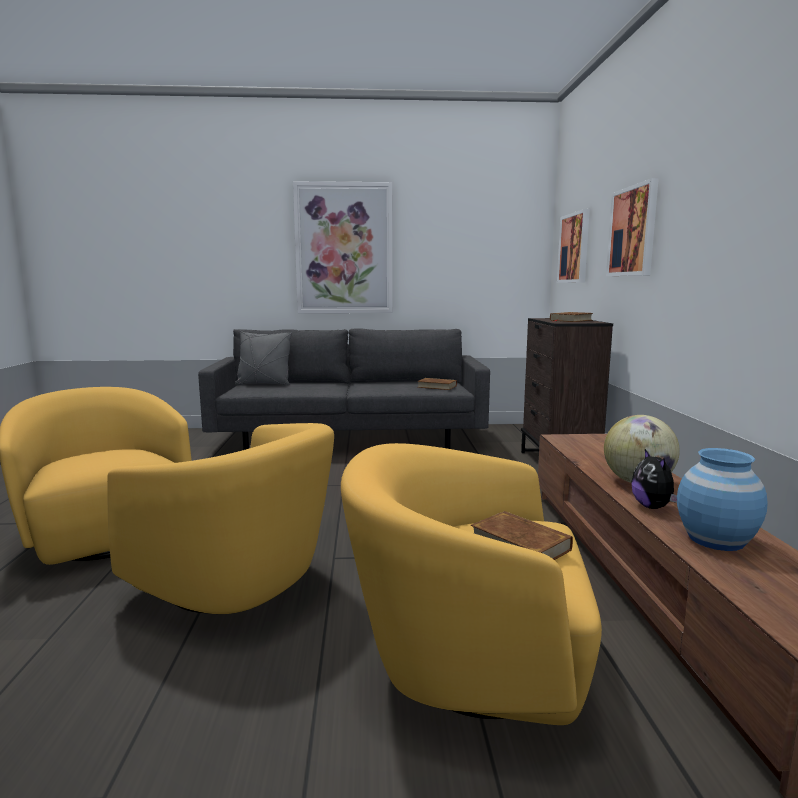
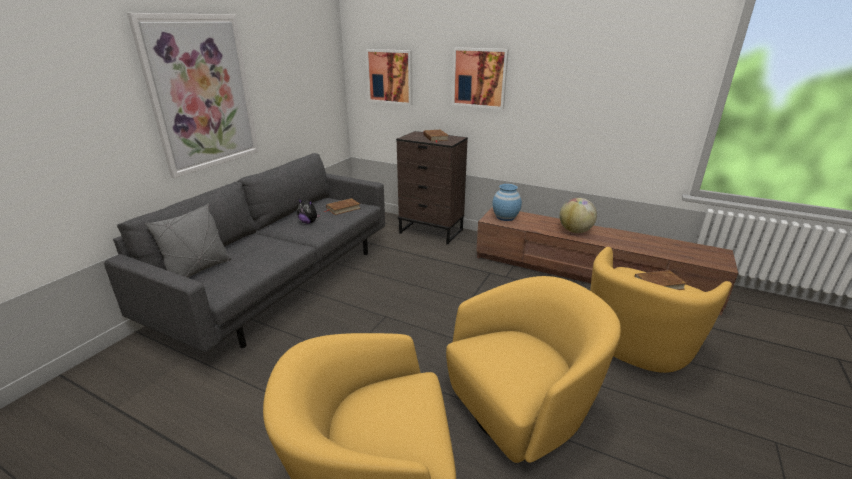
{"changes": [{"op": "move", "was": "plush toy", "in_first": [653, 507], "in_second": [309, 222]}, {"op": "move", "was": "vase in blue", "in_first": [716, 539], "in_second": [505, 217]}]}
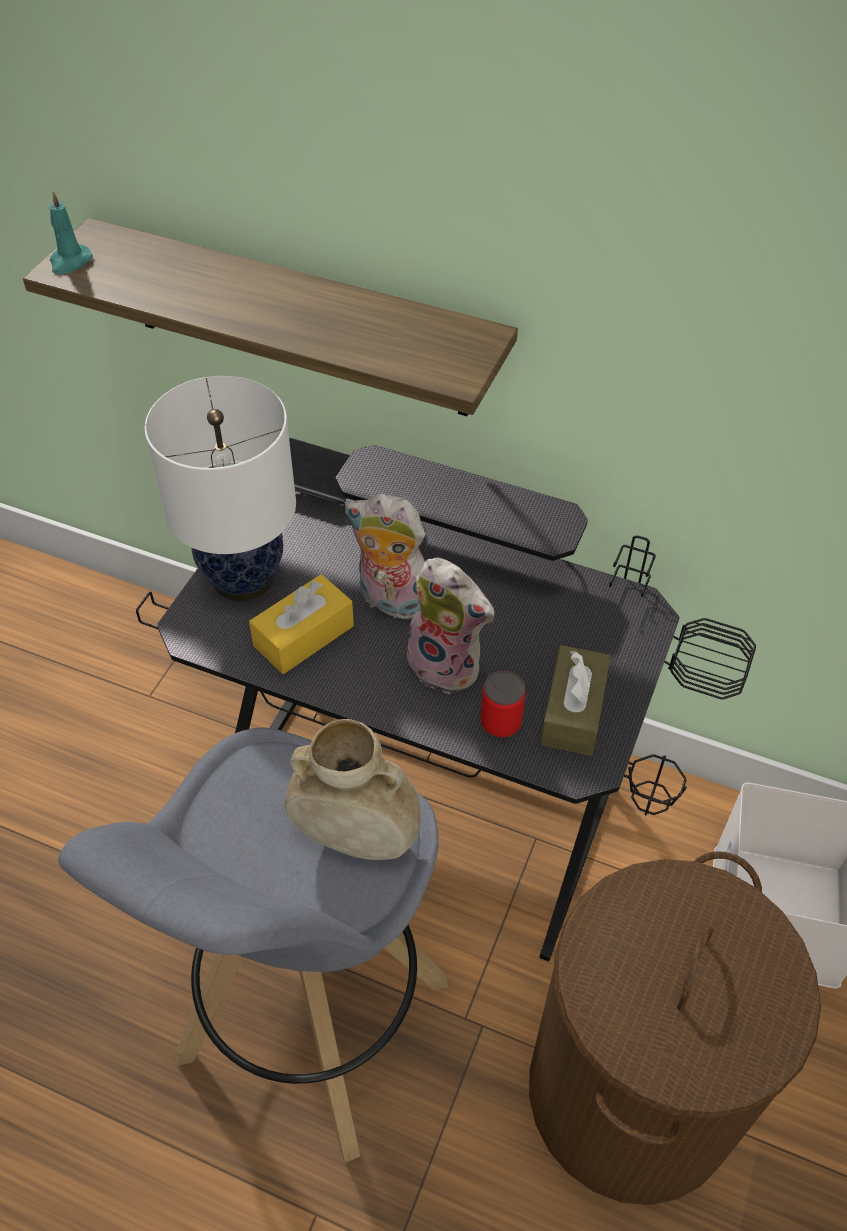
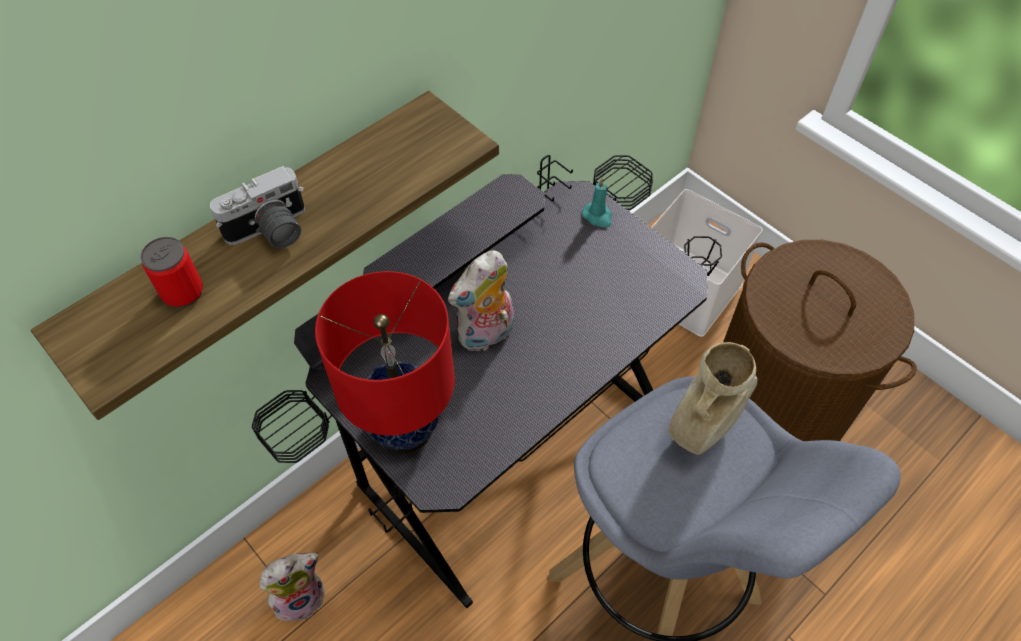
{"changes": [{"op": "move", "was": "candle in turquoise", "in_first": [70, 262], "in_second": [598, 216]}, {"op": "recolor", "was": "table lamp in white", "now": "table lamp in red", "in_first": [243, 576], "in_second": [404, 427]}, {"op": "delete", "was": "tissue box in yellow", "in_first": [304, 636]}, {"op": "move", "was": "plush toy", "in_first": [448, 664], "in_second": [300, 596]}, {"op": "move", "was": "can", "in_first": [500, 722], "in_second": [183, 292]}, {"op": "delete", "was": "tissue box in brown", "in_first": [573, 711]}, {"op": "insert", "now": "photo camera", "in_second": [271, 232]}]}
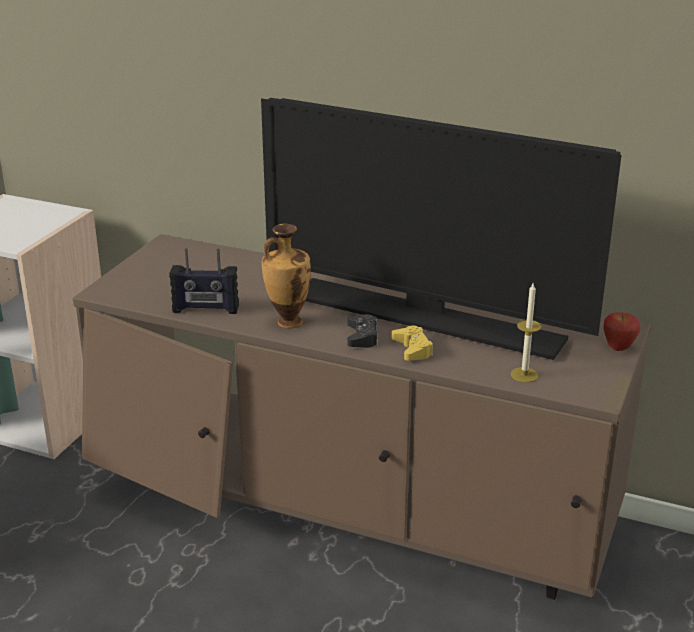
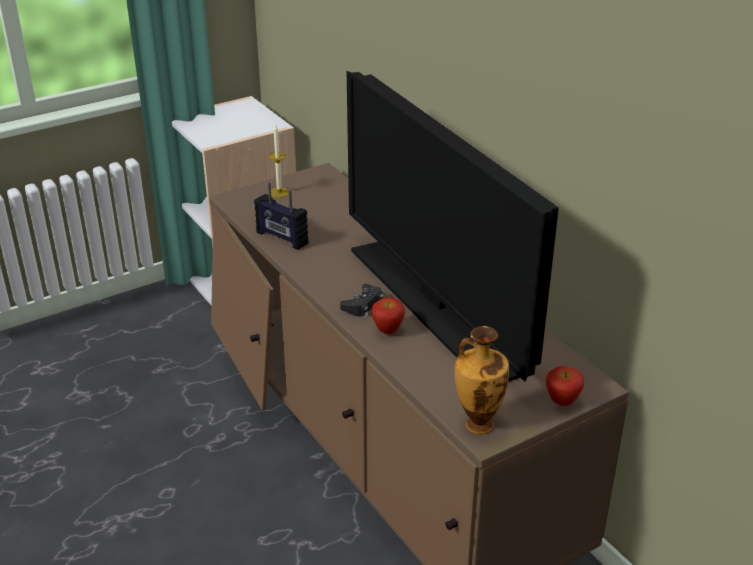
{"changes": [{"op": "move", "was": "vase", "in_first": [287, 322], "in_second": [477, 424]}, {"op": "replace", "was": "game controller in yellow", "now": "apple", "in_first": [412, 349], "in_second": [388, 331]}, {"op": "move", "was": "candle", "in_first": [524, 375], "in_second": [279, 192]}]}
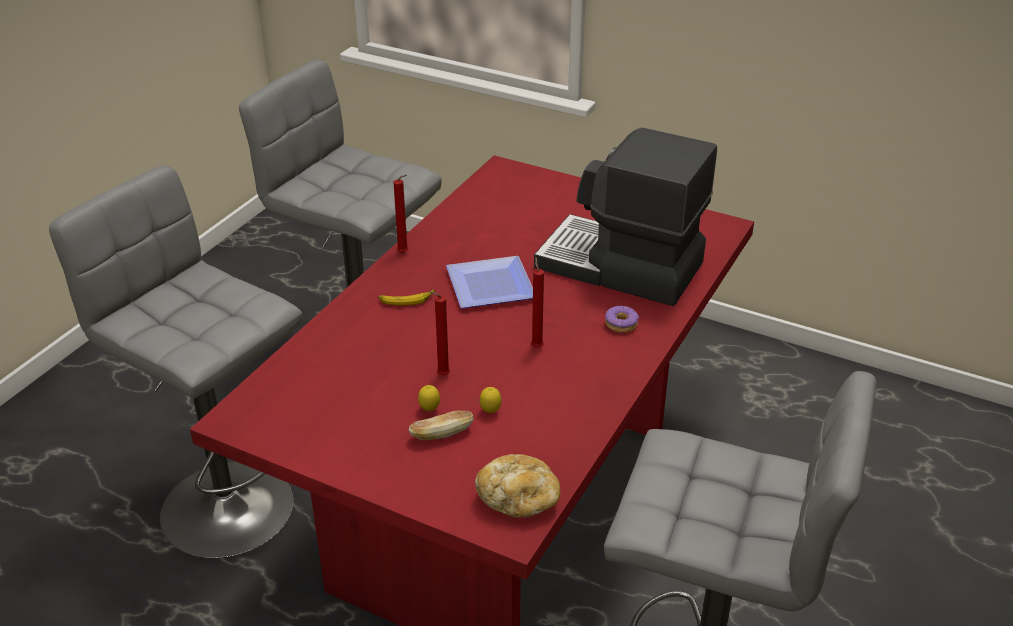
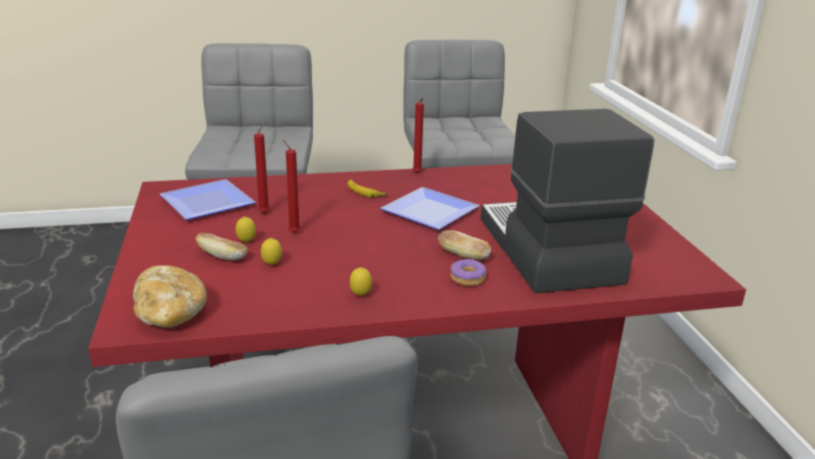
{"changes": [{"op": "move", "was": "candle in red", "in_first": [536, 346], "in_second": [265, 213]}, {"op": "insert", "now": "plate", "in_second": [206, 204]}, {"op": "insert", "now": "lemon", "in_second": [360, 295]}, {"op": "insert", "now": "bread", "in_second": [463, 255]}]}
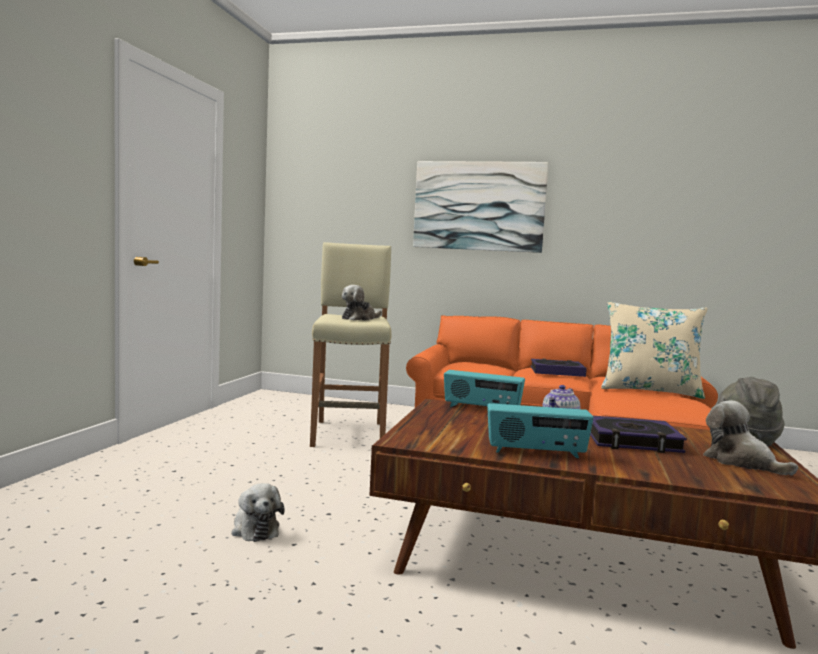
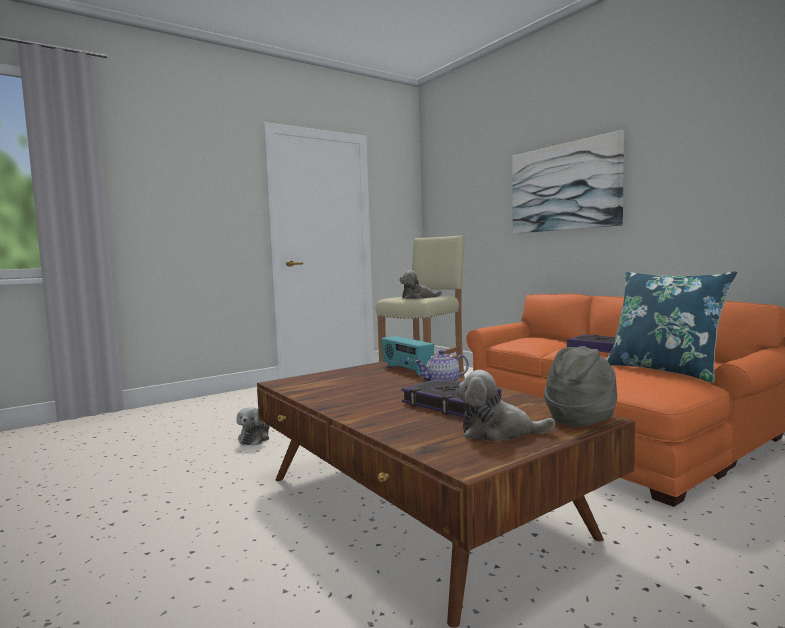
{"changes": [{"op": "delete", "was": "radio", "in_first": [536, 453]}, {"op": "recolor", "was": "pillow in beige", "now": "pillow in blue", "in_first": [650, 390], "in_second": [664, 370]}, {"op": "rotate", "was": "plush toy", "in_first": [741, 462], "in_second": [498, 432], "clockwise": -90}]}
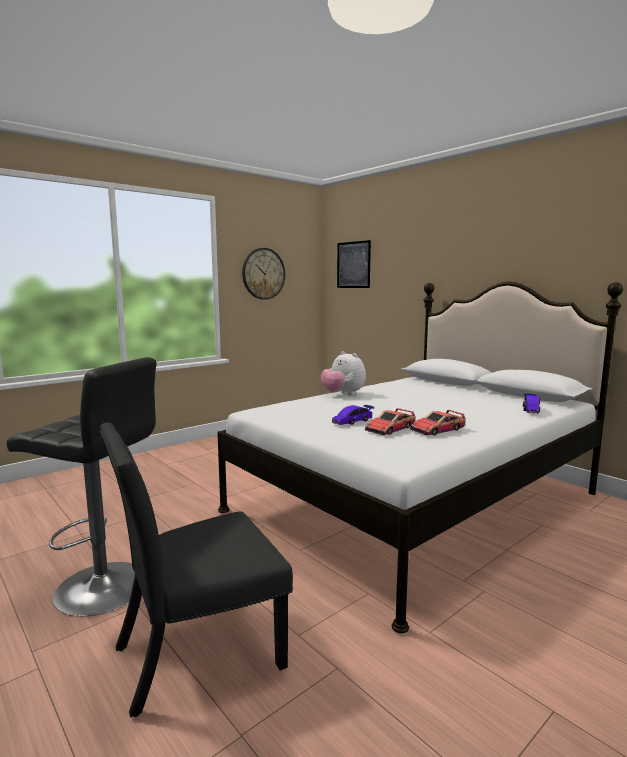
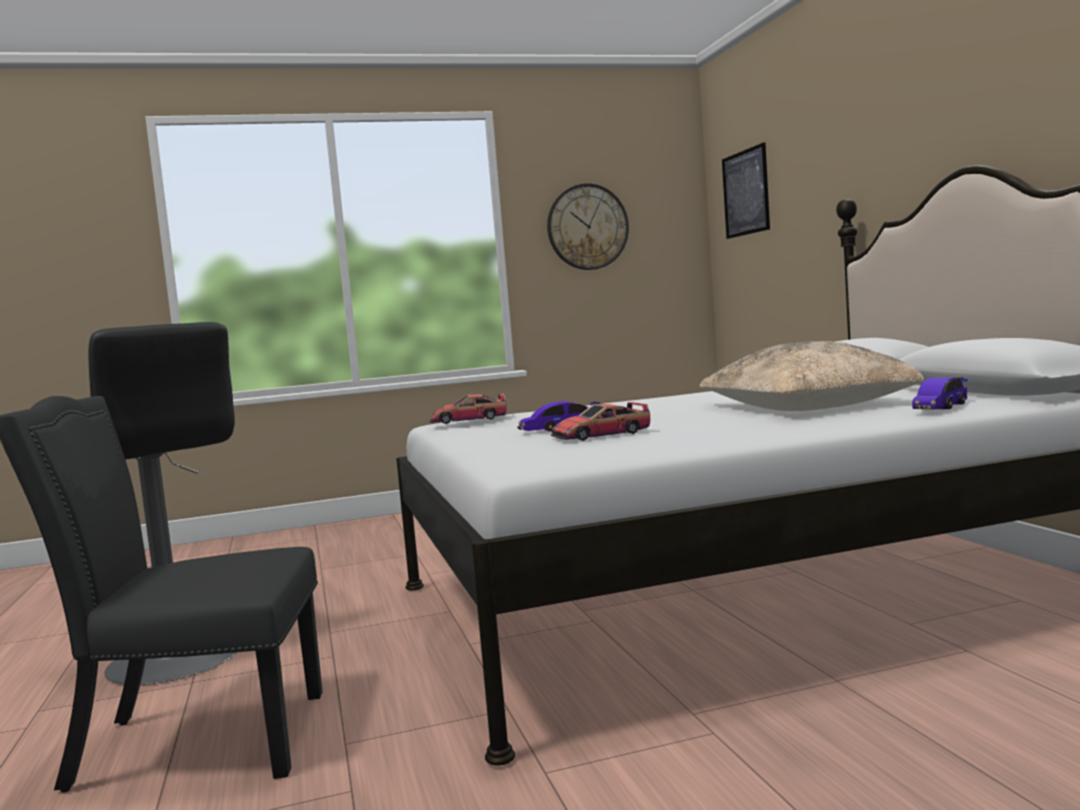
{"changes": [{"op": "delete", "was": "plush toy", "in_first": [343, 394]}, {"op": "move", "was": "toy car", "in_first": [437, 430], "in_second": [468, 420]}, {"op": "insert", "now": "pillow in beige", "in_second": [806, 405]}]}
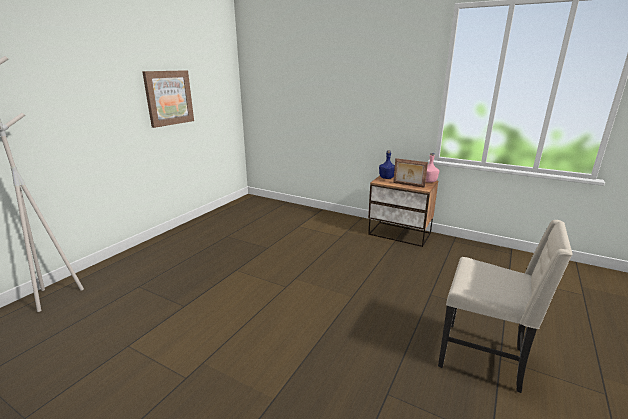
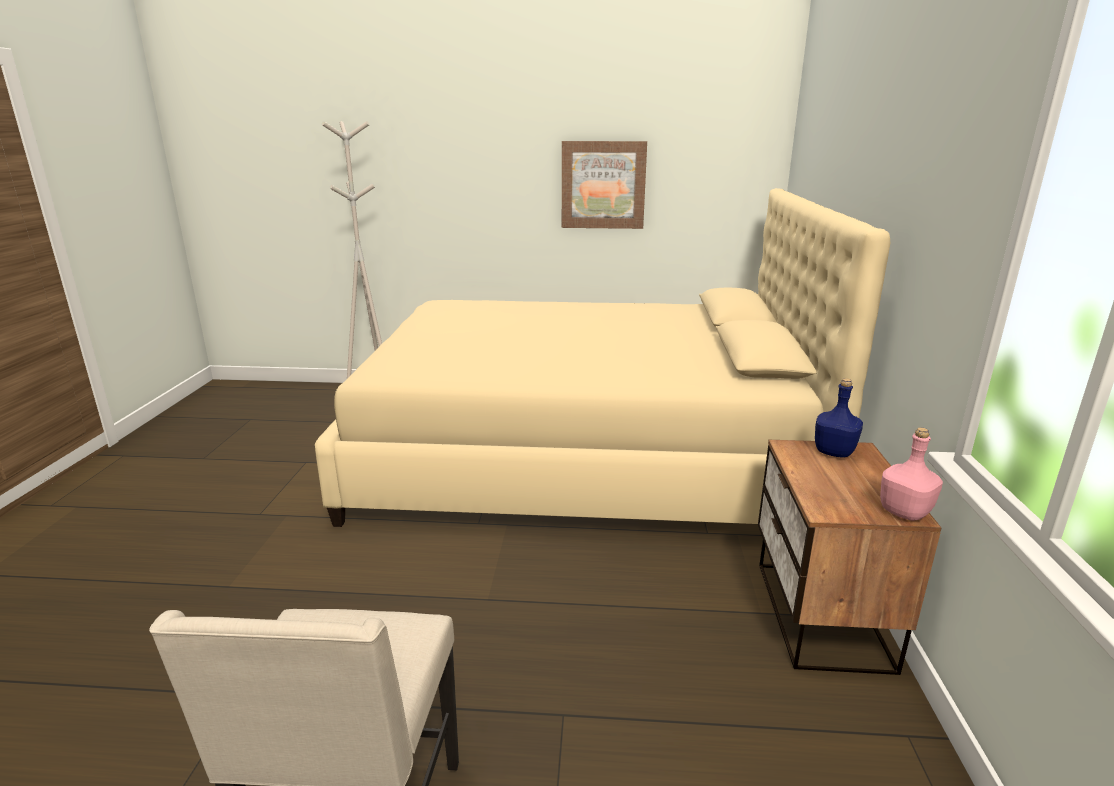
{"changes": [{"op": "delete", "was": "picture frame", "in_first": [408, 185]}, {"op": "insert", "now": "bed in beige", "in_second": [583, 456]}]}
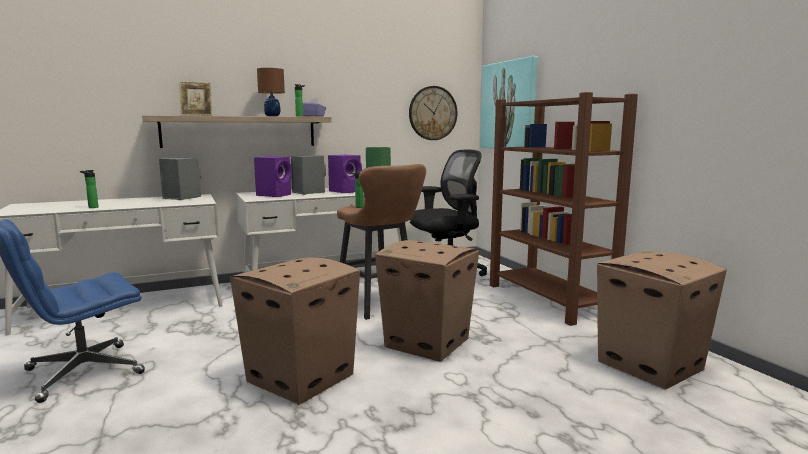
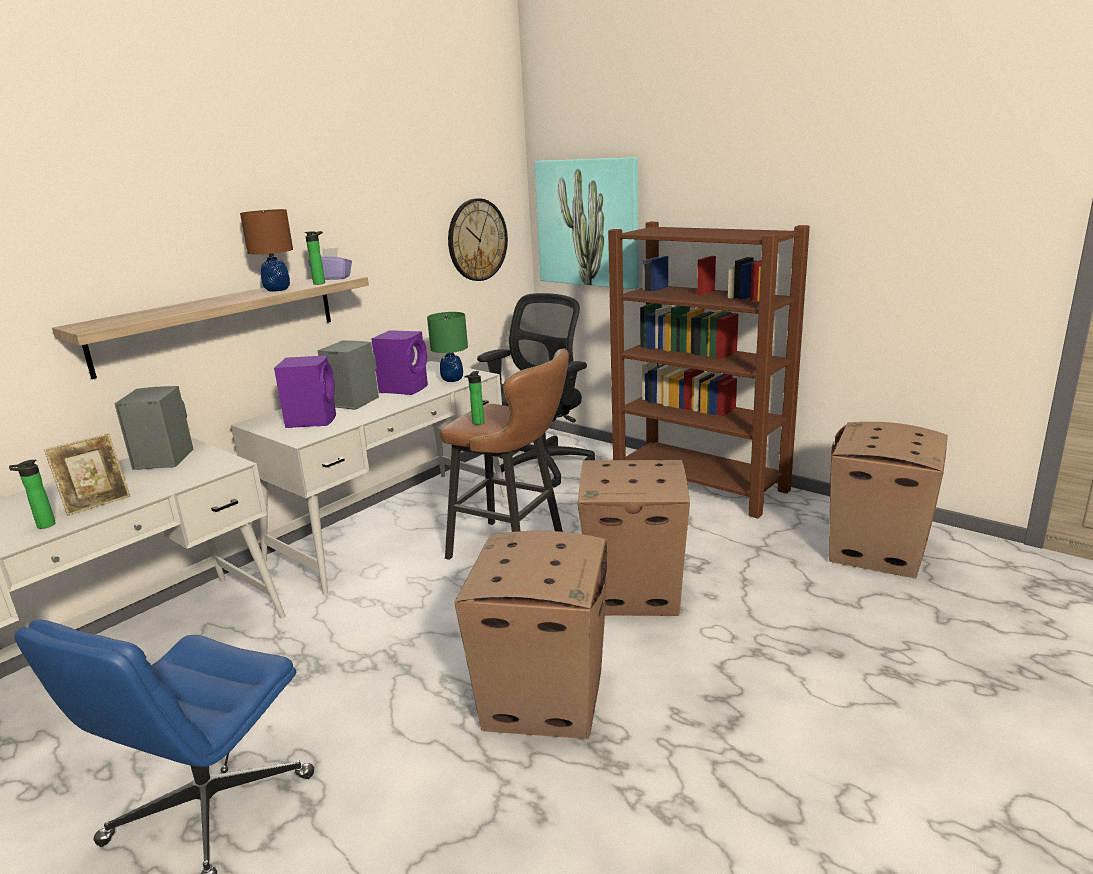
{"changes": [{"op": "move", "was": "picture frame", "in_first": [197, 115], "in_second": [97, 503]}]}
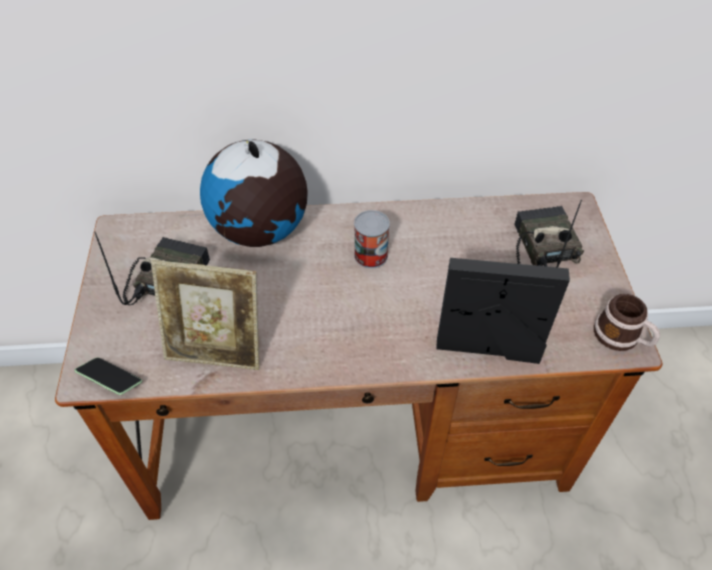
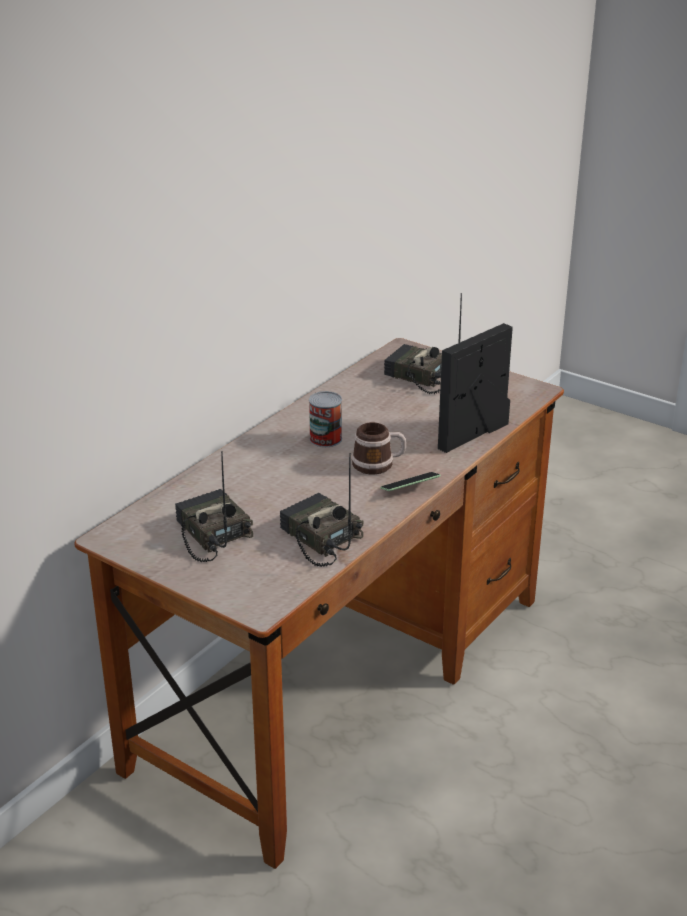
{"changes": [{"op": "move", "was": "phone", "in_first": [111, 380], "in_second": [410, 488]}, {"op": "replace", "was": "picture frame", "now": "radio", "in_first": [217, 349], "in_second": [319, 538]}, {"op": "delete", "was": "globe", "in_first": [260, 231]}, {"op": "move", "was": "mug", "in_first": [622, 337], "in_second": [378, 464]}]}
